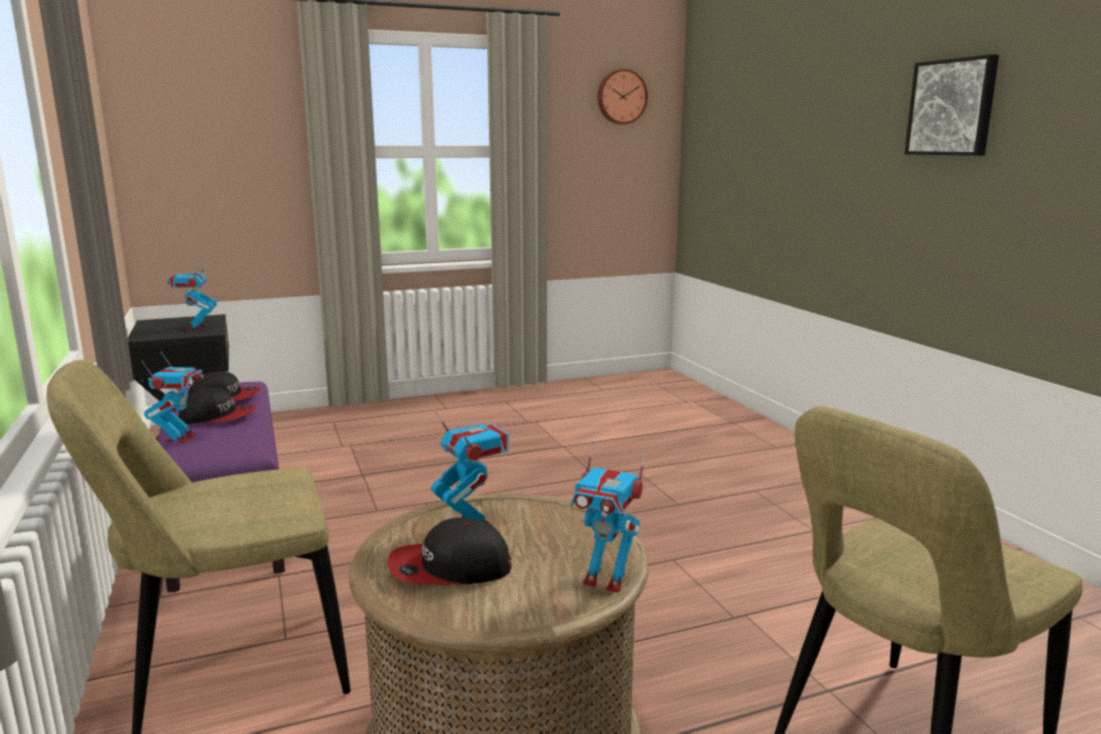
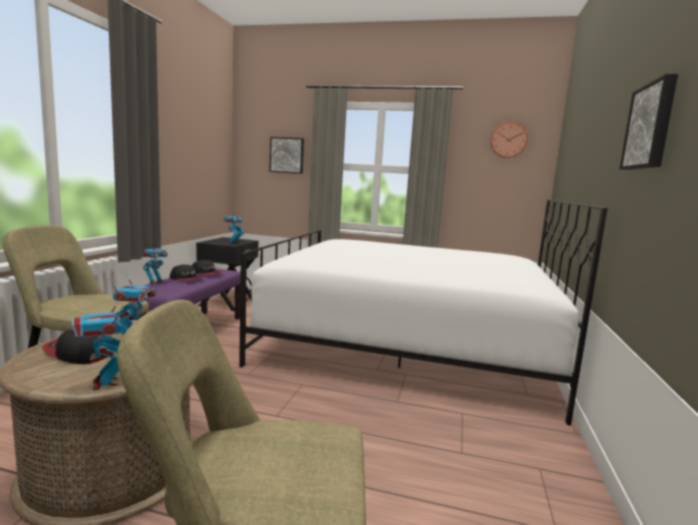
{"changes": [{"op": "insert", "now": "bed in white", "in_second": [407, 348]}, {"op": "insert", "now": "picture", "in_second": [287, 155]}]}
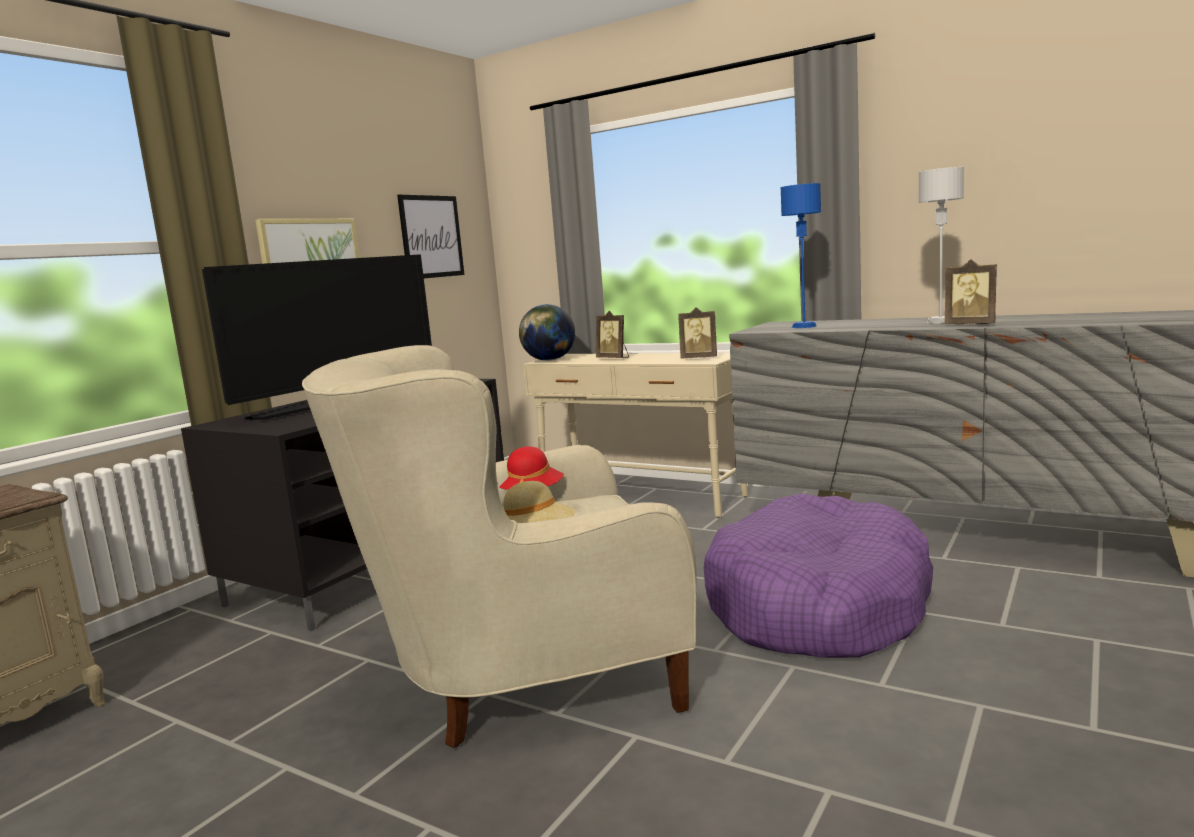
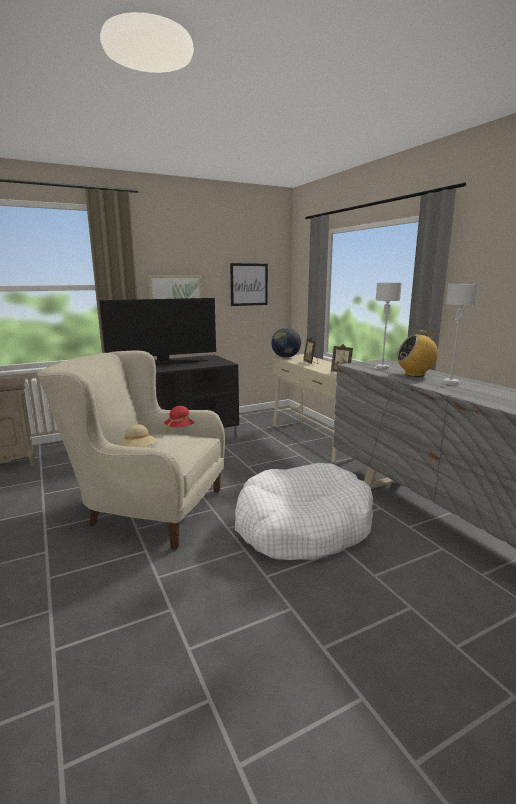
{"changes": [{"op": "recolor", "was": "dog bed in purple", "now": "dog bed in white", "in_first": [819, 606], "in_second": [303, 526]}, {"op": "recolor", "was": "table lamp in blue", "now": "table lamp in grey", "in_first": [803, 326], "in_second": [382, 368]}, {"op": "delete", "was": "picture frame", "in_first": [970, 325]}, {"op": "insert", "now": "radio", "in_second": [415, 374]}]}
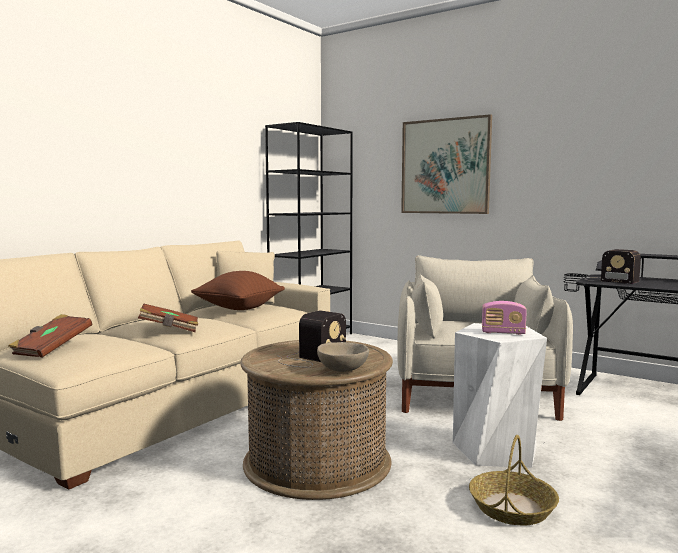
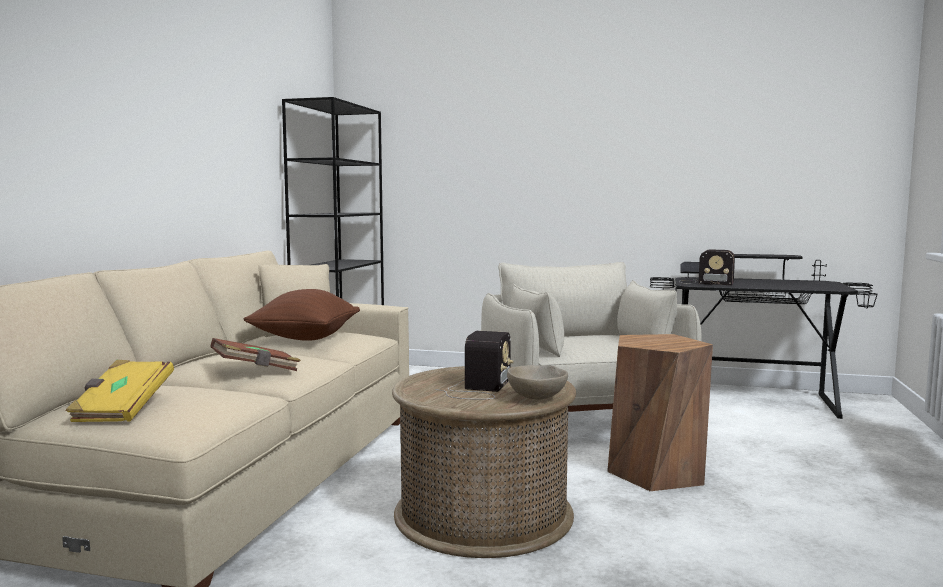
{"changes": [{"op": "recolor", "was": "book in brown", "now": "book in yellow", "in_first": [52, 349], "in_second": [122, 410]}, {"op": "delete", "was": "picture", "in_first": [445, 166]}, {"op": "recolor", "was": "stool in white", "now": "stool in brown", "in_first": [496, 450], "in_second": [656, 473]}, {"op": "delete", "was": "basket", "in_first": [512, 508]}, {"op": "delete", "was": "radio", "in_first": [503, 333]}]}
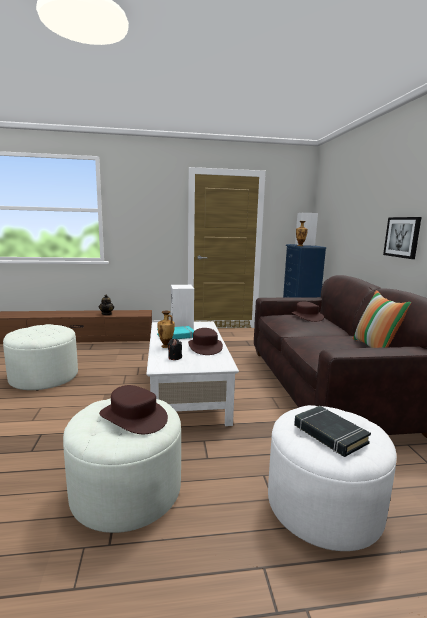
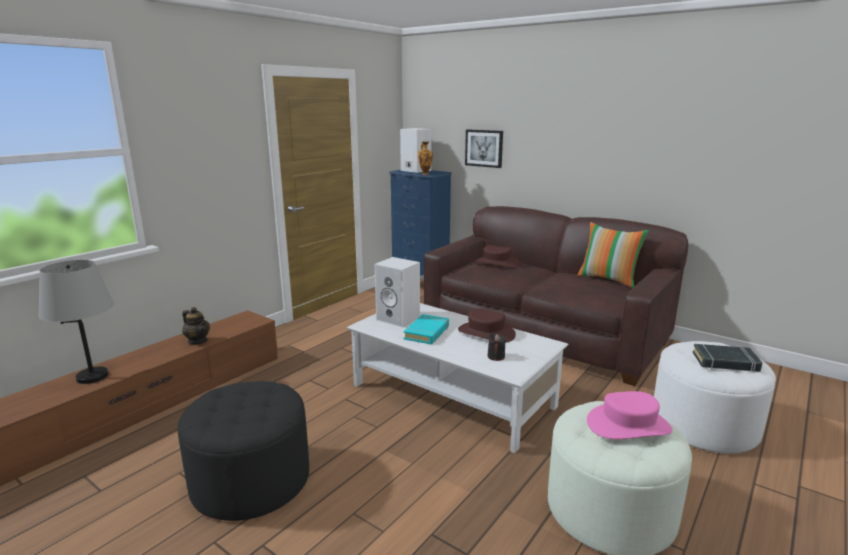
{"changes": [{"op": "recolor", "was": "ottoman in white", "now": "ottoman in black", "in_first": [44, 377], "in_second": [251, 480]}, {"op": "recolor", "was": "hat in brown", "now": "hat in pink", "in_first": [134, 417], "in_second": [628, 425]}, {"op": "delete", "was": "vase", "in_first": [166, 346]}, {"op": "move", "was": "picture", "in_first": [402, 237], "in_second": [484, 148]}, {"op": "insert", "now": "table lamp in grey", "in_second": [93, 376]}]}
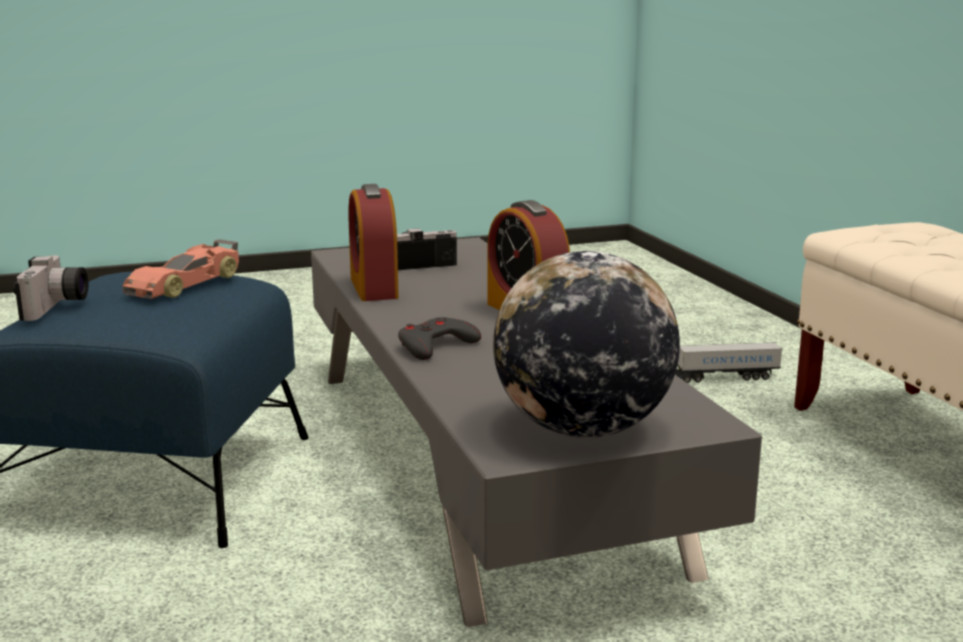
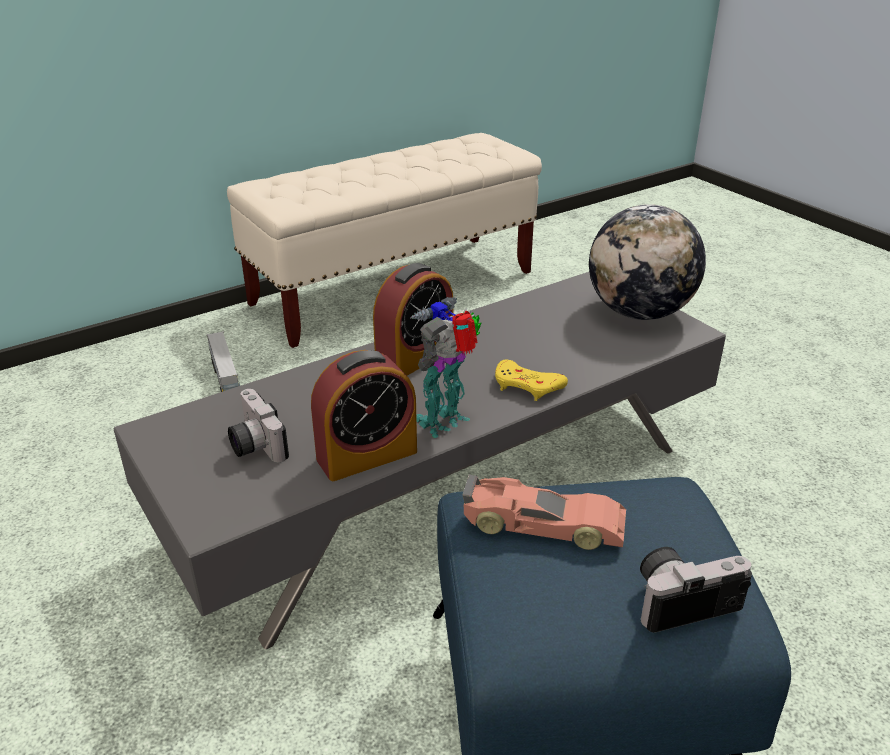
{"changes": [{"op": "recolor", "was": "game controller in grey", "now": "game controller in yellow", "in_first": [435, 346], "in_second": [527, 385]}, {"op": "insert", "now": "toy robot", "in_second": [445, 421]}]}
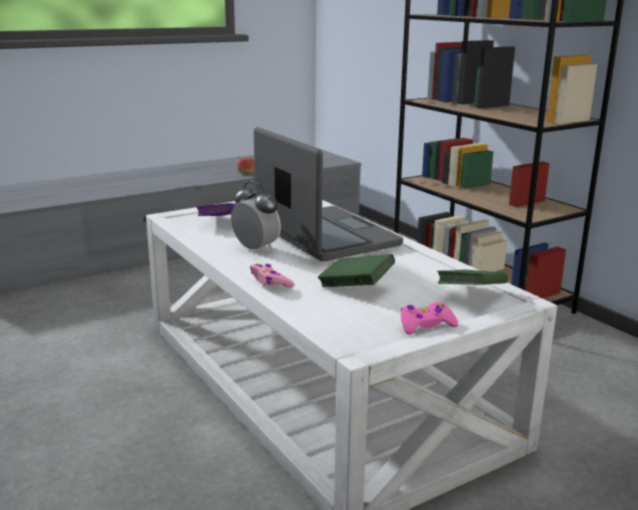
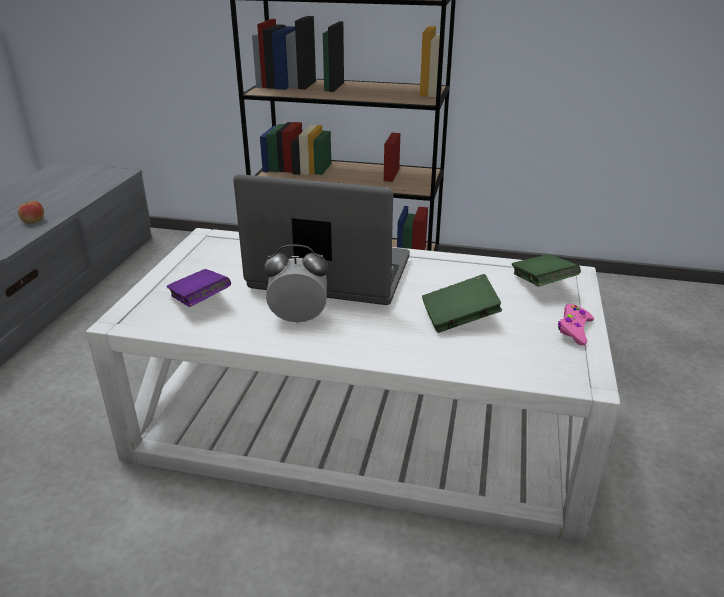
{"changes": [{"op": "delete", "was": "game controller in pink", "in_first": [270, 282]}]}
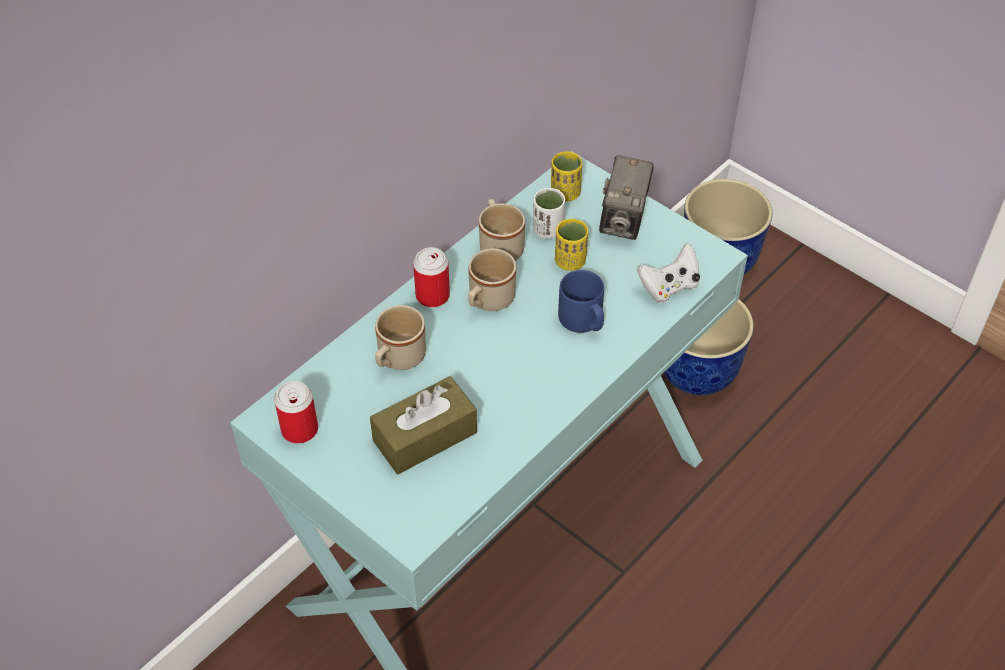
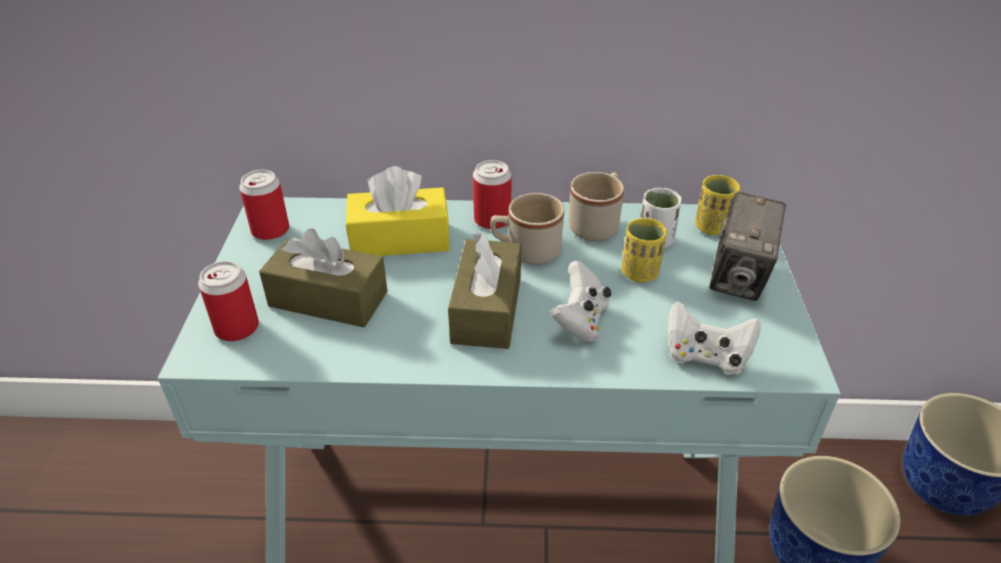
{"changes": [{"op": "replace", "was": "mug in beige", "now": "tissue box in yellow", "in_first": [398, 360], "in_second": [400, 239]}, {"op": "replace", "was": "mug in blue", "now": "game controller in white", "in_first": [583, 321], "in_second": [580, 321]}, {"op": "rotate", "was": "photo camera", "in_first": [623, 221], "in_second": [738, 278], "clockwise": -45}, {"op": "insert", "now": "can", "in_second": [237, 328]}, {"op": "insert", "now": "tissue box in brown", "in_second": [487, 309]}]}
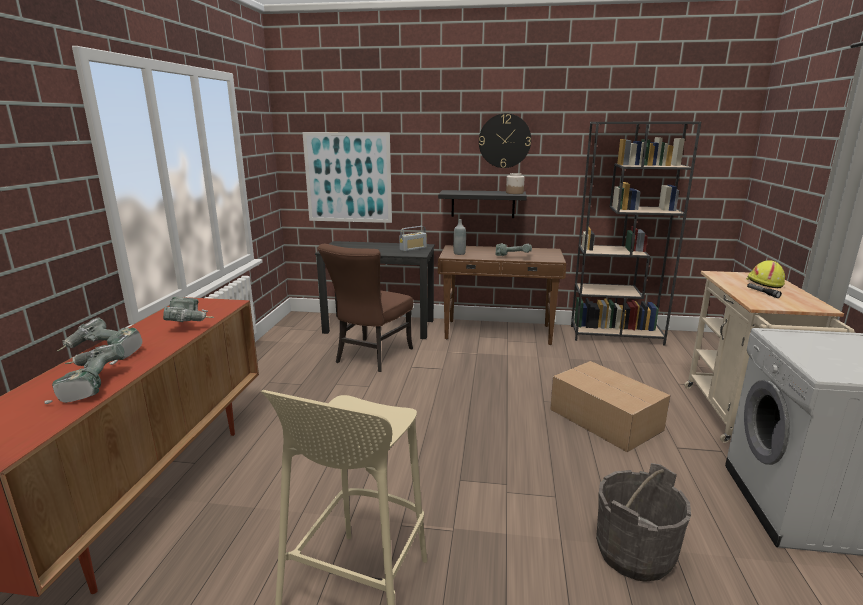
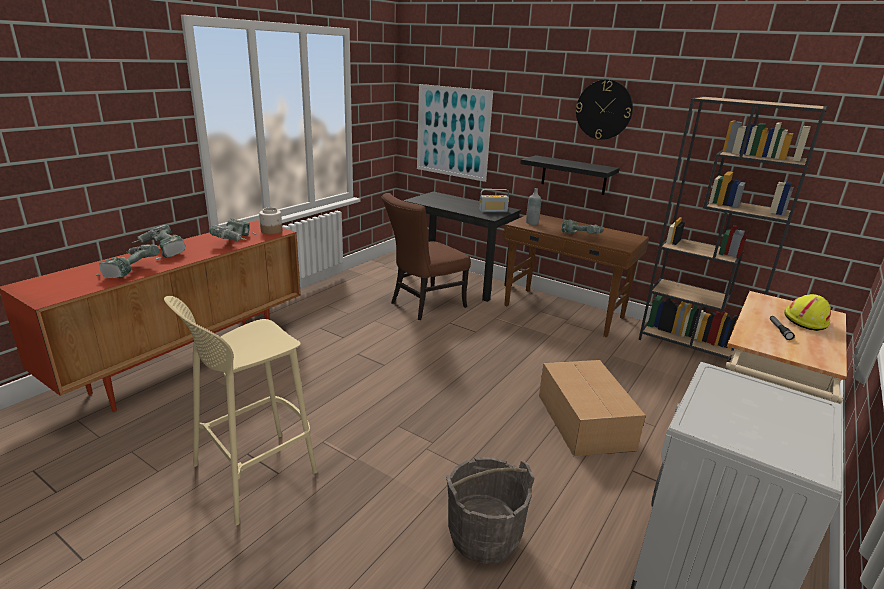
{"changes": [{"op": "move", "was": "jar", "in_first": [514, 193], "in_second": [272, 231]}]}
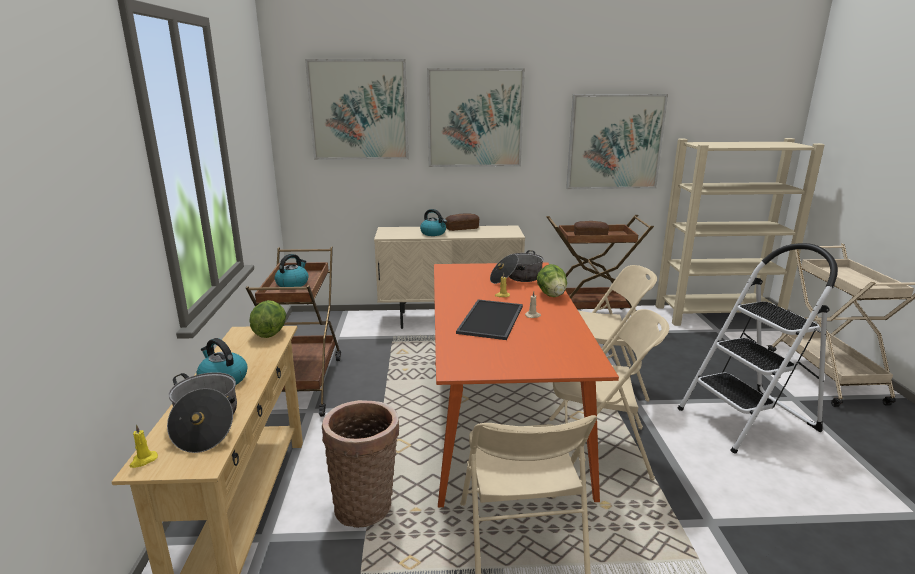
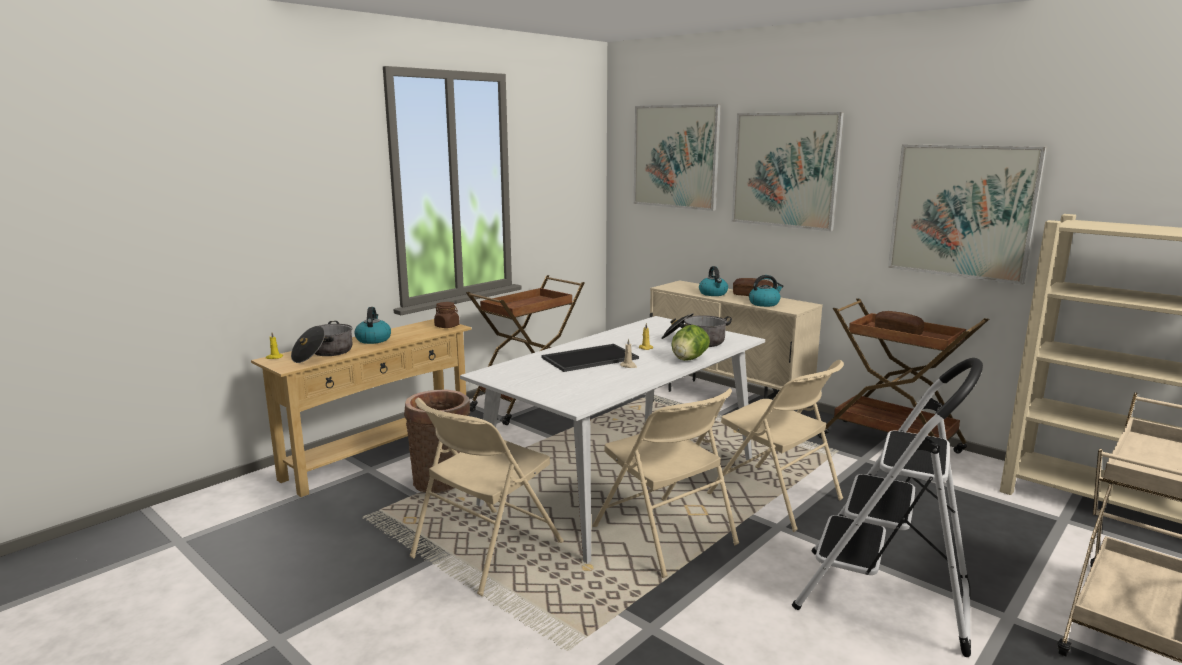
{"changes": [{"op": "replace", "was": "lettuce", "now": "jar in brown", "in_first": [270, 333], "in_second": [447, 326]}, {"op": "move", "was": "kettle", "in_first": [292, 284], "in_second": [764, 303]}, {"op": "recolor", "was": "dining table in orange", "now": "dining table in white", "in_first": [502, 420], "in_second": [622, 482]}]}
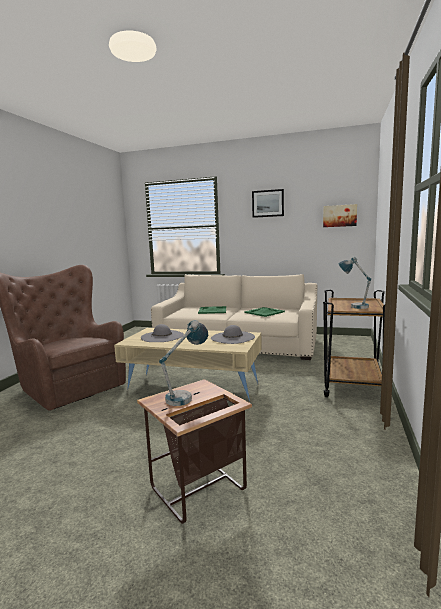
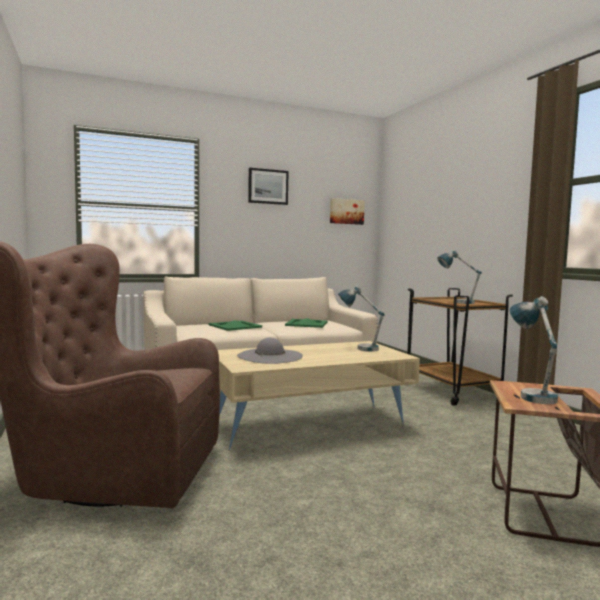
{"changes": [{"op": "replace", "was": "hat in grey", "now": "table lamp", "in_first": [232, 337], "in_second": [359, 348]}]}
